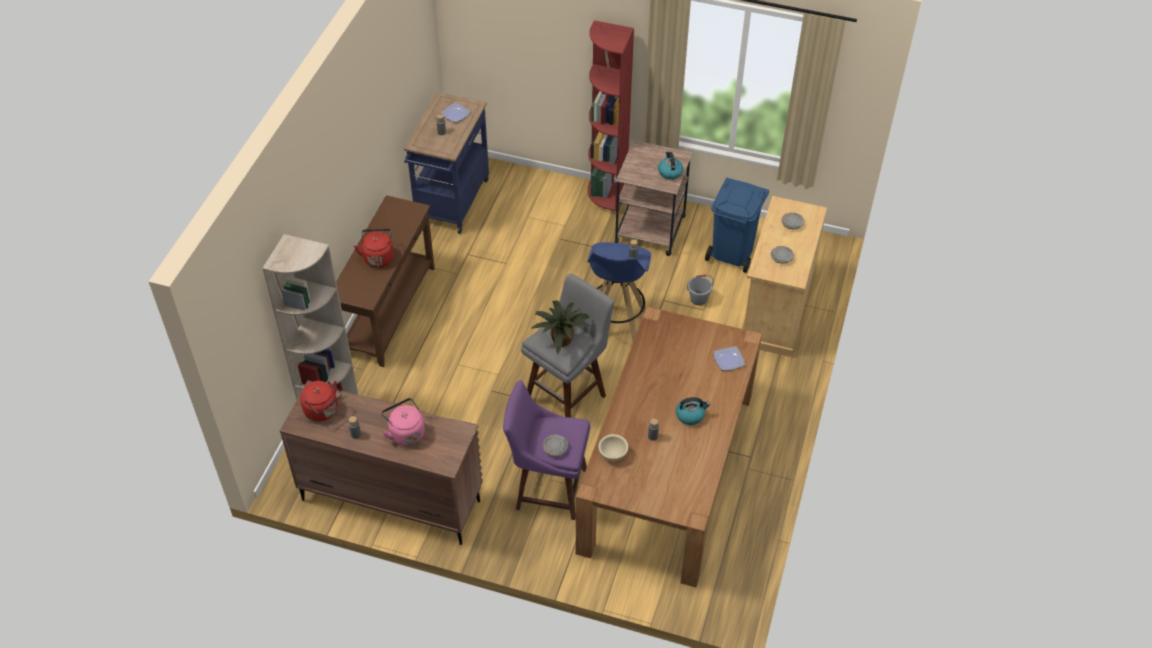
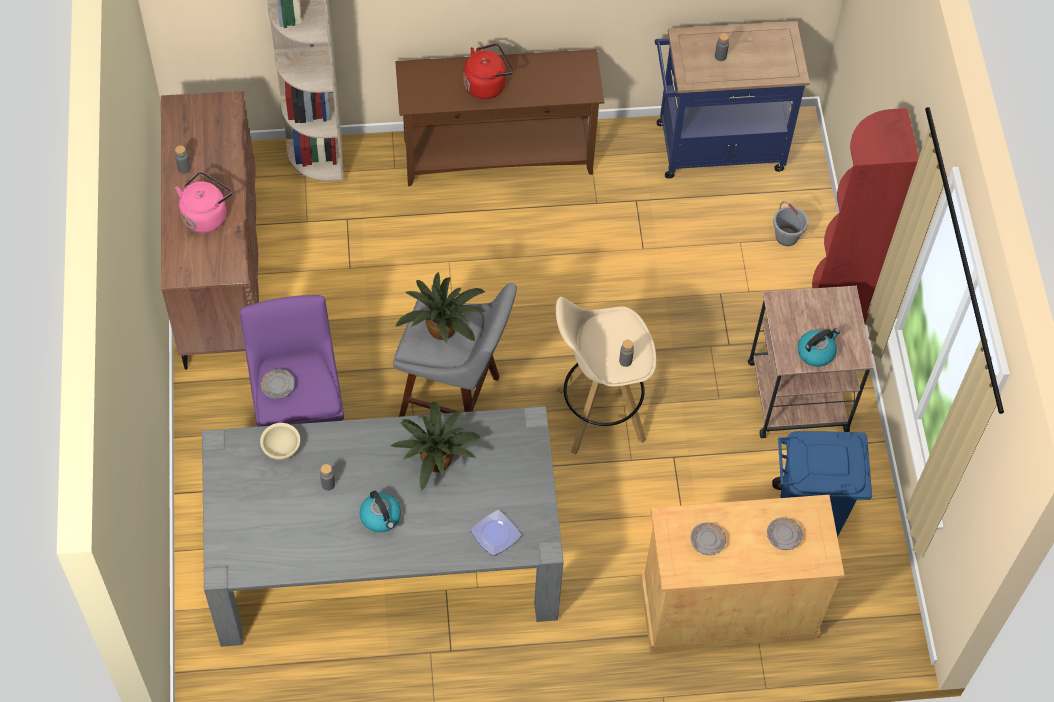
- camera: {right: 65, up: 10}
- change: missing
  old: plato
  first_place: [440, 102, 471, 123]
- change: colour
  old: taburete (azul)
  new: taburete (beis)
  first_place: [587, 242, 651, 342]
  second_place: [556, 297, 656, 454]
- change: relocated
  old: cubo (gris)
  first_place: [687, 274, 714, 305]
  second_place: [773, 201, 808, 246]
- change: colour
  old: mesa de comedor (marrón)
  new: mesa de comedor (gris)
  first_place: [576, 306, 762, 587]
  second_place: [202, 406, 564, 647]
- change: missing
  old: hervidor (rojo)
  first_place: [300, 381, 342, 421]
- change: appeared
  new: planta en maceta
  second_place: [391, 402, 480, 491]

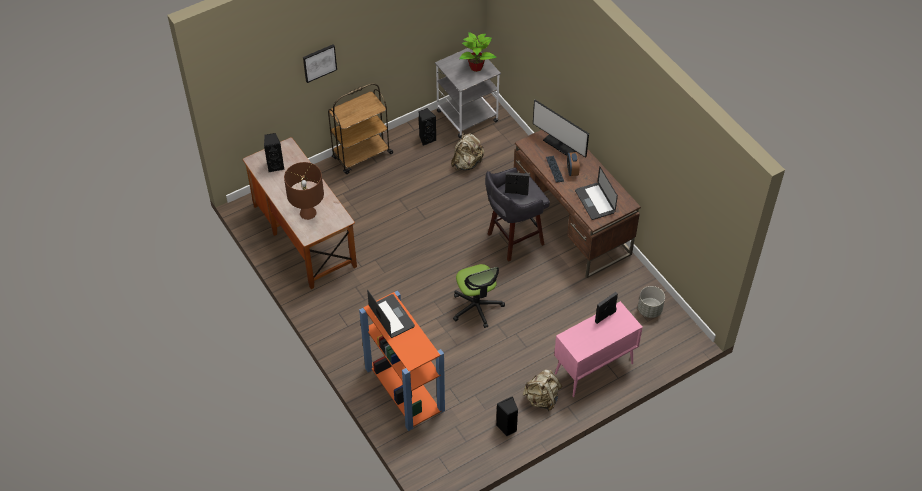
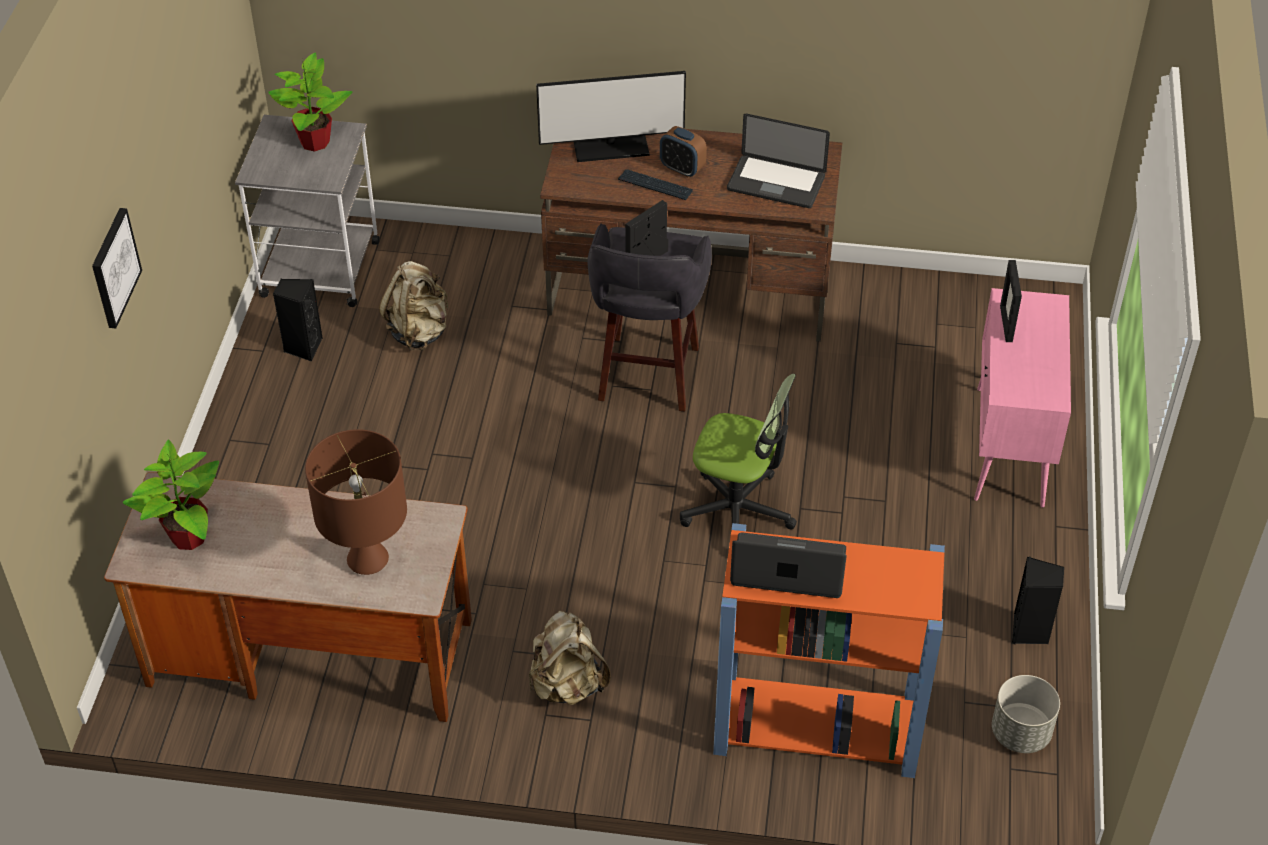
- camera: {right: -50, up: -5}
- change: missing
  old: carrito (marrón)
  first_place: [328, 83, 393, 174]
- change: exchanged
  old: altavoz (negro)
  new: planta en maceta
  first_place: [264, 133, 285, 173]
  second_place: [123, 439, 219, 550]
- change: relocated
  old: maceta (gris)
  first_place: [638, 286, 665, 318]
  second_place: [992, 675, 1060, 753]
- change: relocated
  old: mochila (beis)
  first_place: [523, 370, 562, 411]
  second_place: [529, 610, 611, 705]

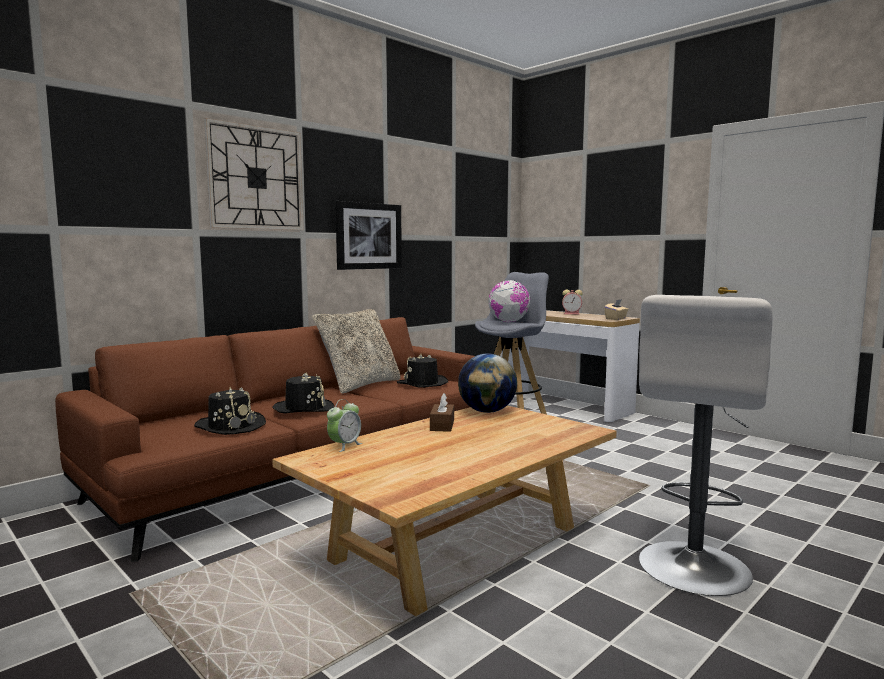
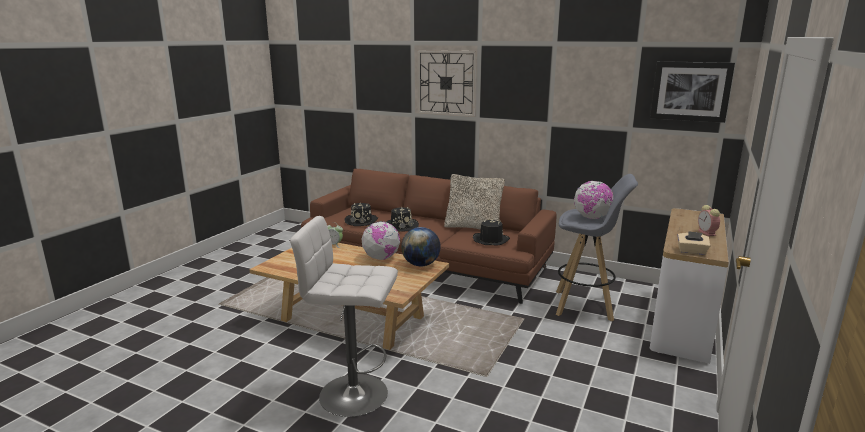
- camera: {right: 70, up: 10}
- change: relocated
  old: cuadro
  first_place: [335, 201, 402, 270]
  second_place: [650, 61, 735, 123]
- change: exchanged
  old: caja de pañuelos (marrón)
  new: globo terráqueo
  first_place: [430, 393, 454, 432]
  second_place: [362, 221, 400, 260]

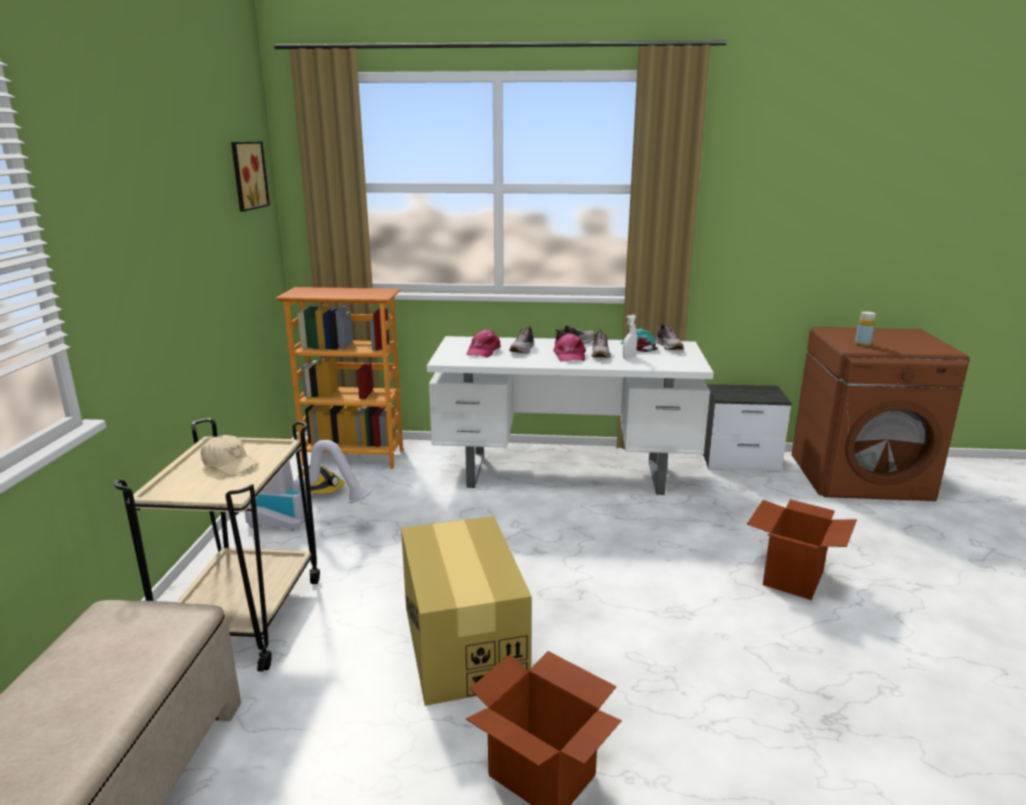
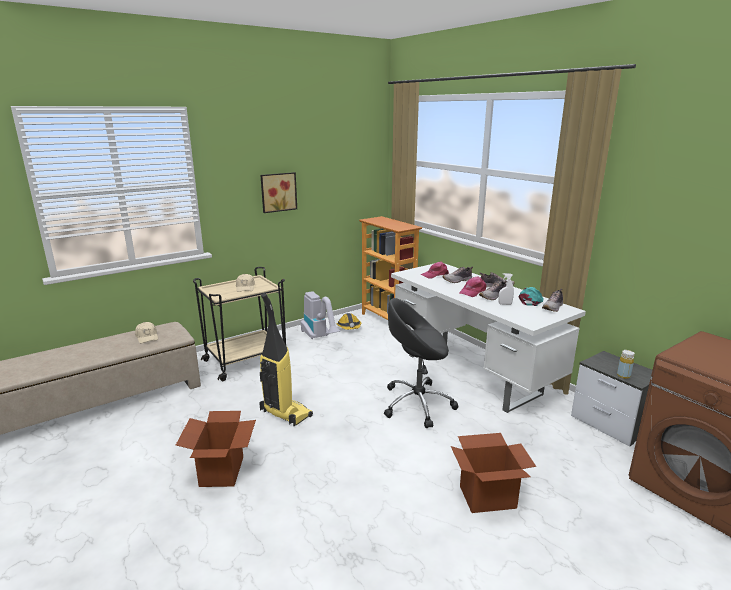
- camera: {right: 50, up: 0}
- change: relocated
  old: cuadro
  first_place: [231, 141, 270, 212]
  second_place: [261, 172, 297, 213]
- change: relocated
  old: botella (amarillo)
  first_place: [855, 311, 876, 346]
  second_place: [617, 350, 635, 379]
- change: exchanged
  old: caja de cartón
  new: aspiradora
  first_place: [401, 516, 532, 706]
  second_place: [259, 293, 313, 426]
- change: appeared
  new: silla de oficina (negro)
  second_place: [384, 298, 458, 428]
- change: appeared
  new: gorra (beis)
  second_place: [135, 322, 158, 343]

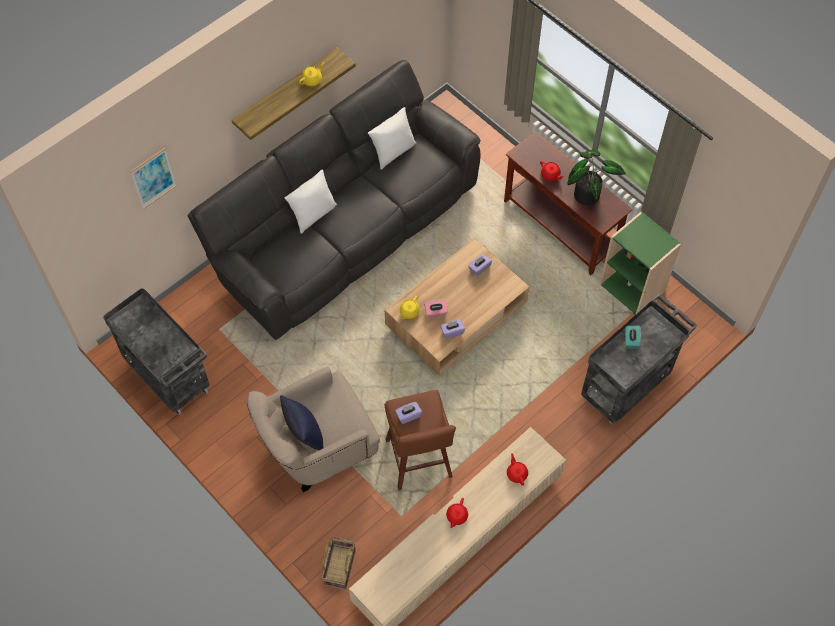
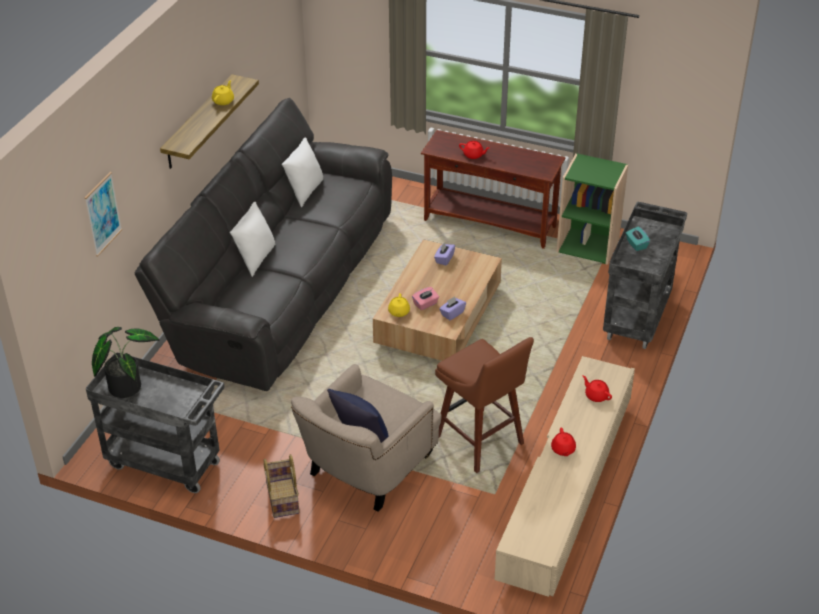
- camera: {right: -25, up: -20}
- change: relocated
  old: planta en maceta
  first_place: [567, 150, 625, 206]
  second_place: [92, 327, 160, 398]
- change: missing
  old: caja de pañuelos (morado)
  first_place: [395, 402, 422, 424]
- change: relocated
  old: cesta
  first_place: [321, 537, 356, 590]
  second_place: [264, 454, 299, 518]

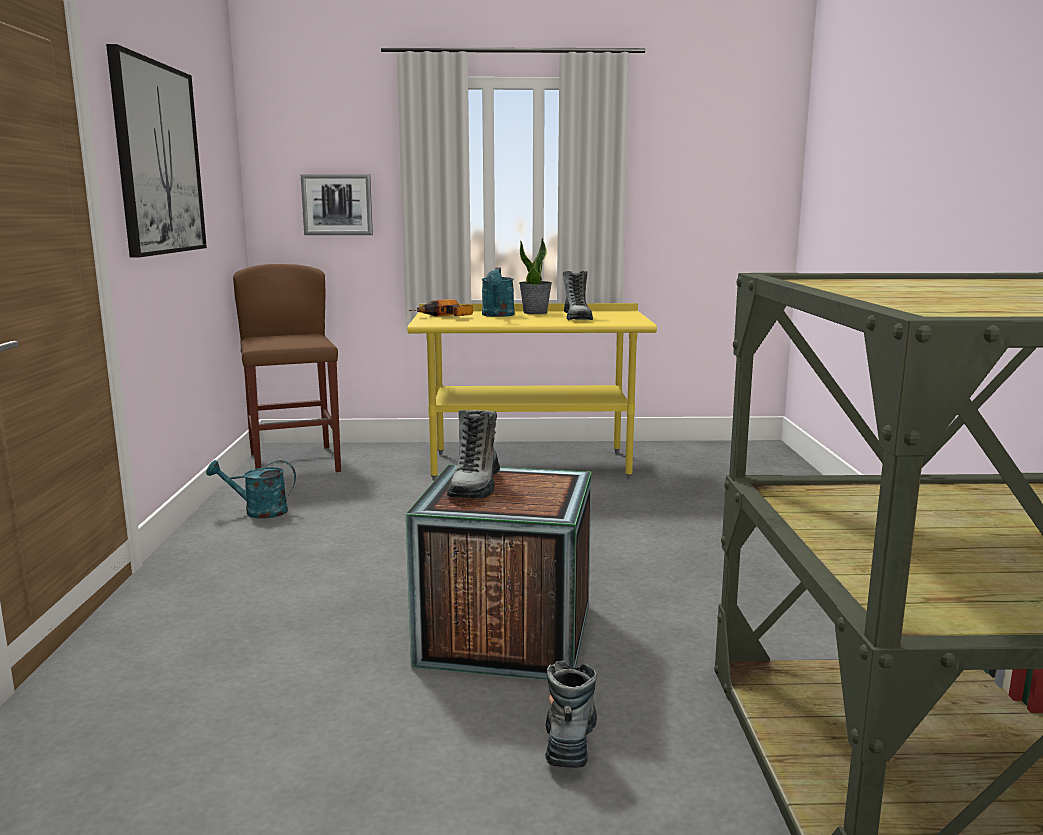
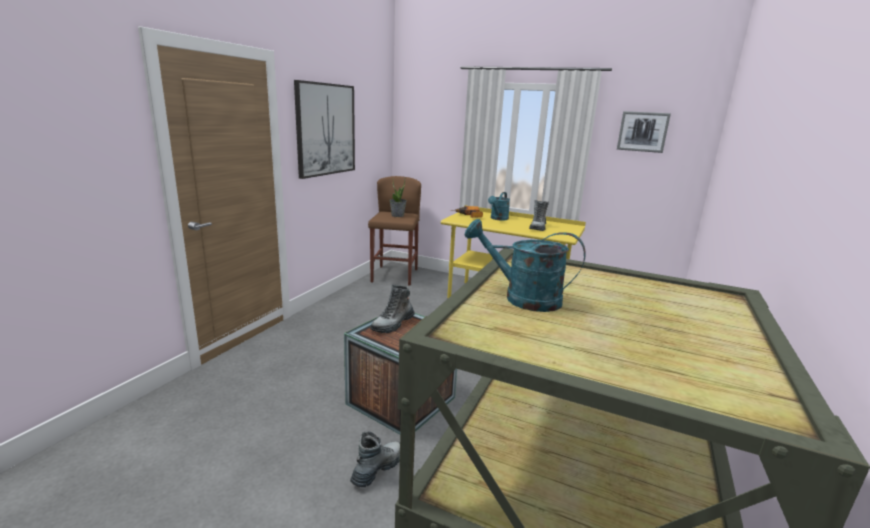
- camera: {right: 25, up: 5}
- change: relocated
  old: cuadro
  first_place: [301, 174, 373, 235]
  second_place: [617, 111, 671, 153]
- change: relocated
  old: planta en maceta
  first_place: [519, 238, 552, 314]
  second_place: [389, 179, 406, 217]
- change: relocated
  old: regadera (turquesa)
  first_place: [206, 460, 296, 518]
  second_place: [465, 219, 586, 312]

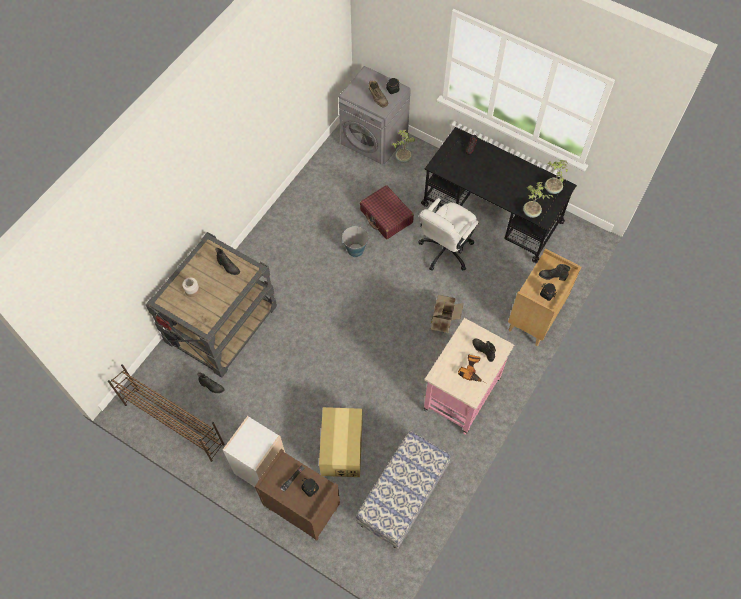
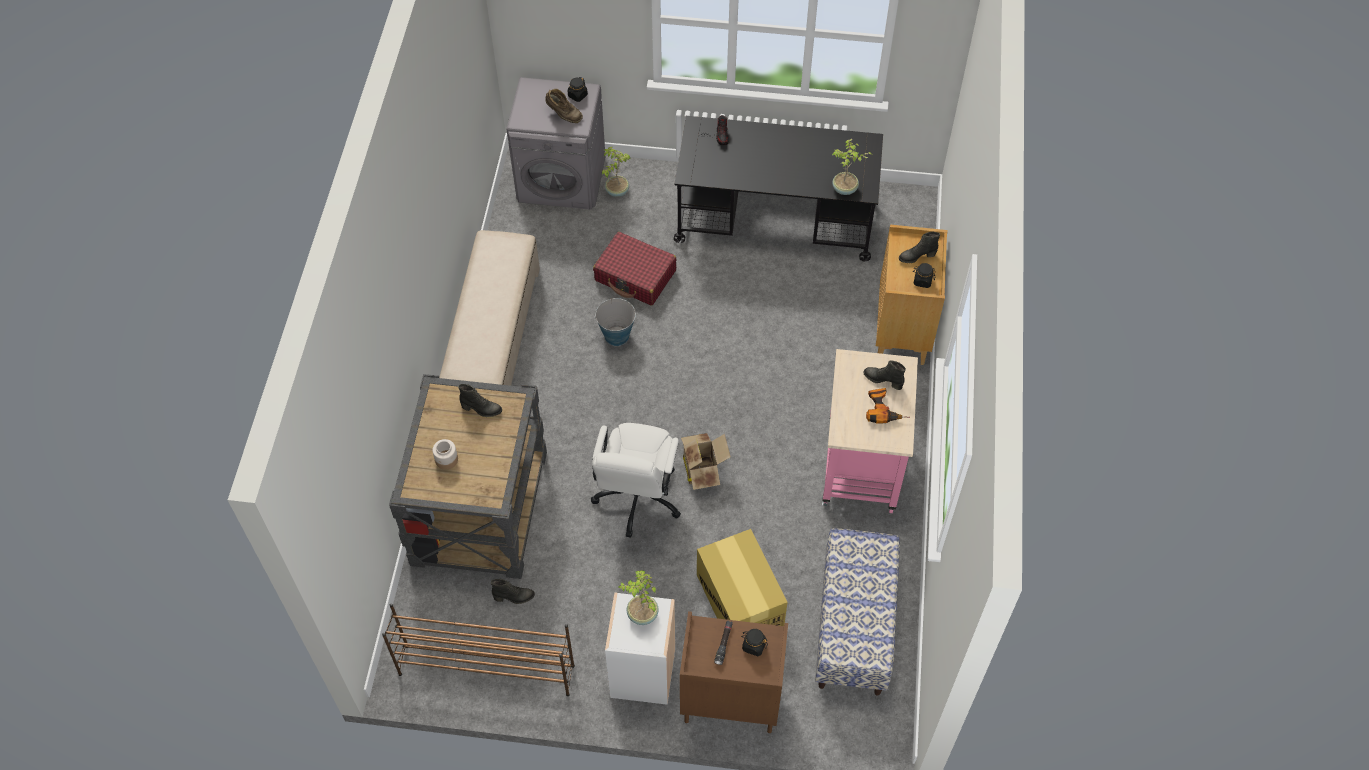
- camera: {right: -25, up: -5}
- change: relocated
  old: planta en maceta
  first_place: [545, 160, 568, 194]
  second_place: [619, 570, 659, 625]
- change: relocated
  old: silla de oficina (blanco)
  first_place: [419, 198, 479, 271]
  second_place: [591, 423, 681, 538]
- change: relocated
  old: caja de cartón
  first_place: [431, 295, 464, 333]
  second_place: [681, 433, 731, 490]
- change: appeared
  new: banco (beis)
  second_place: [439, 230, 540, 386]

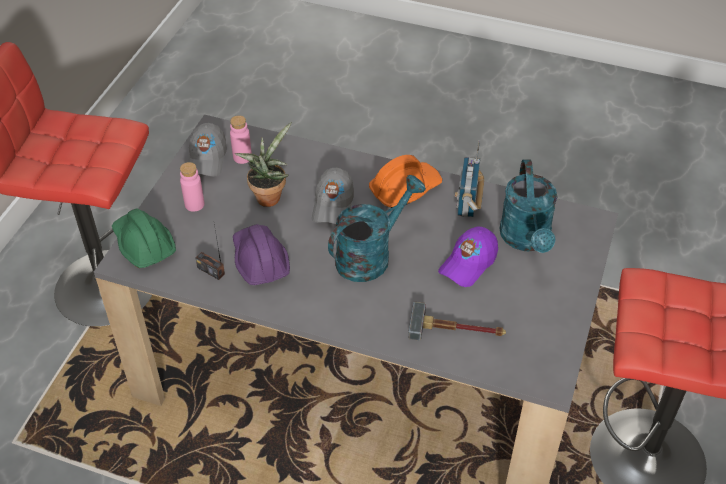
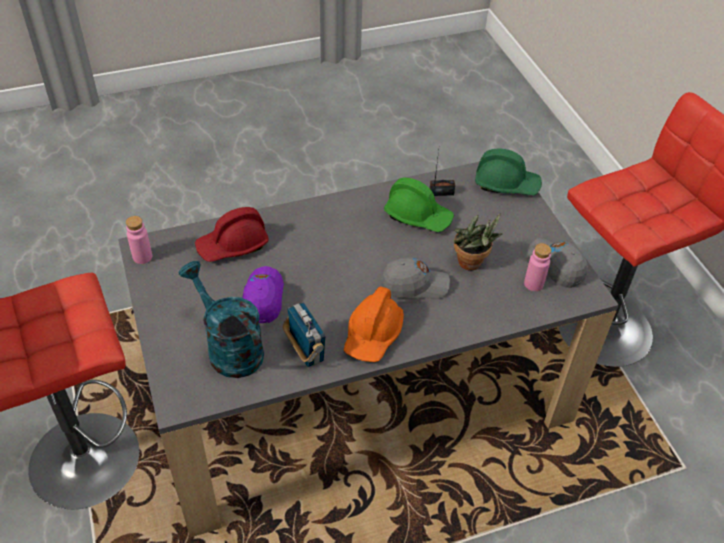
- camera: {right: 140, up: 0}
- change: relocated
  old: botella (rosa)
  first_place: [180, 162, 205, 212]
  second_place: [126, 216, 152, 264]
- change: spun
  old: gorra (gris)
  first_place: [312, 168, 354, 224]
  second_place: [382, 257, 450, 300]
  degrees: 120
- change: missing
  old: regadera (turquesa)
  first_place: [328, 175, 426, 282]
- change: colour
  old: casco (morado)
  new: casco (verde)
  first_place: [233, 224, 290, 285]
  second_place: [384, 178, 454, 232]
- change: exchanged
  old: martillo
  new: casco (rojo)
  first_place: [408, 302, 506, 341]
  second_place: [195, 207, 269, 262]

